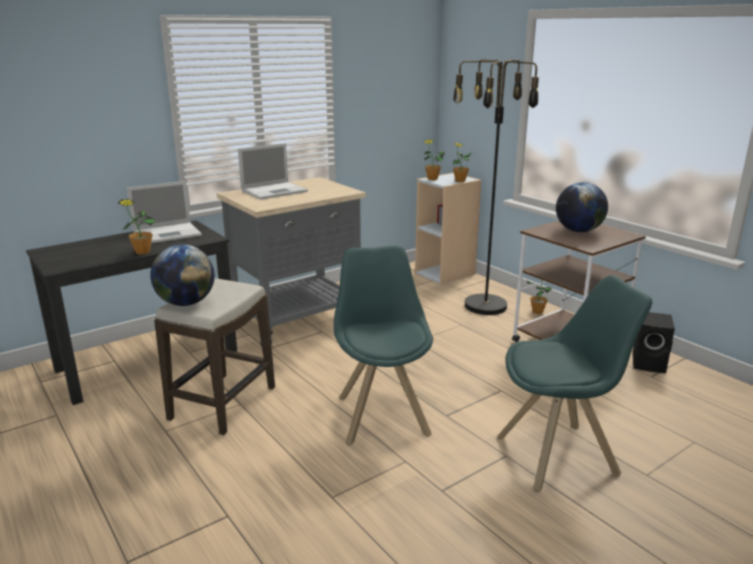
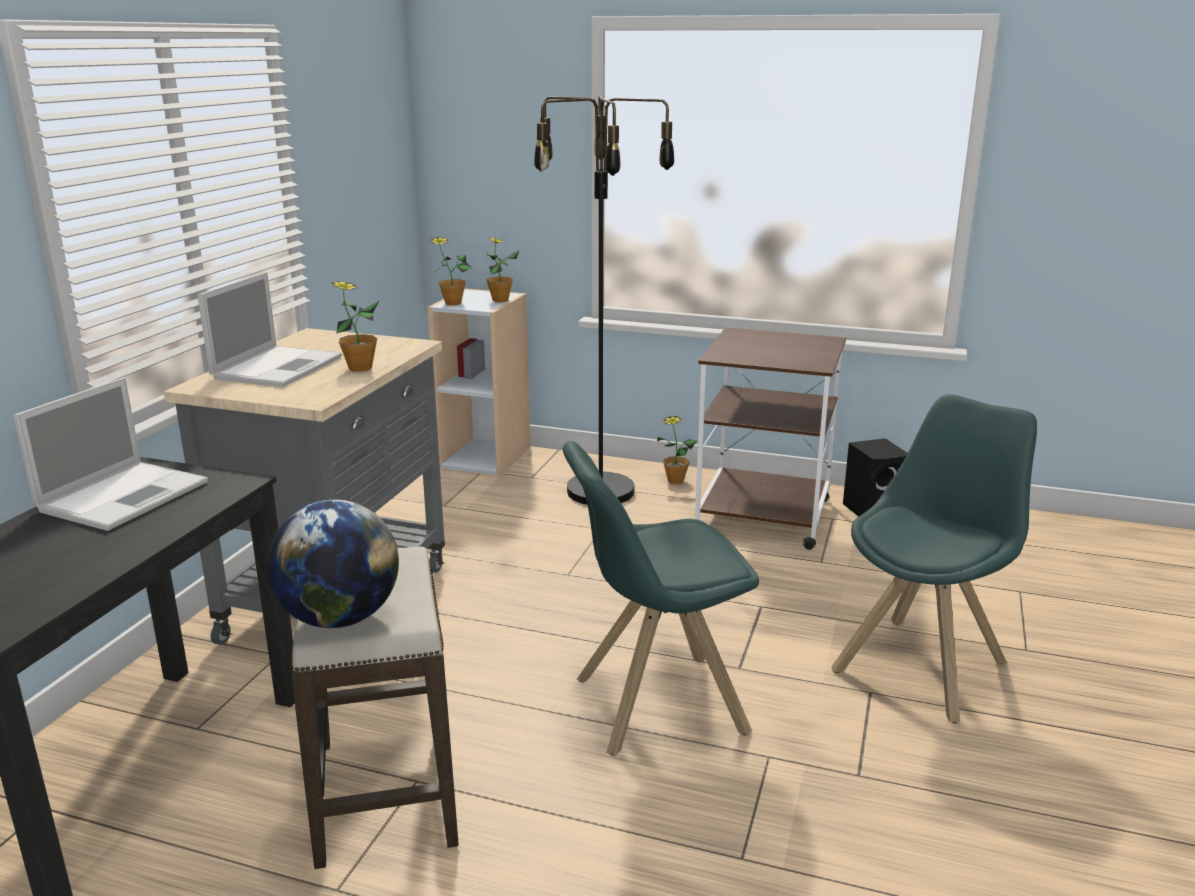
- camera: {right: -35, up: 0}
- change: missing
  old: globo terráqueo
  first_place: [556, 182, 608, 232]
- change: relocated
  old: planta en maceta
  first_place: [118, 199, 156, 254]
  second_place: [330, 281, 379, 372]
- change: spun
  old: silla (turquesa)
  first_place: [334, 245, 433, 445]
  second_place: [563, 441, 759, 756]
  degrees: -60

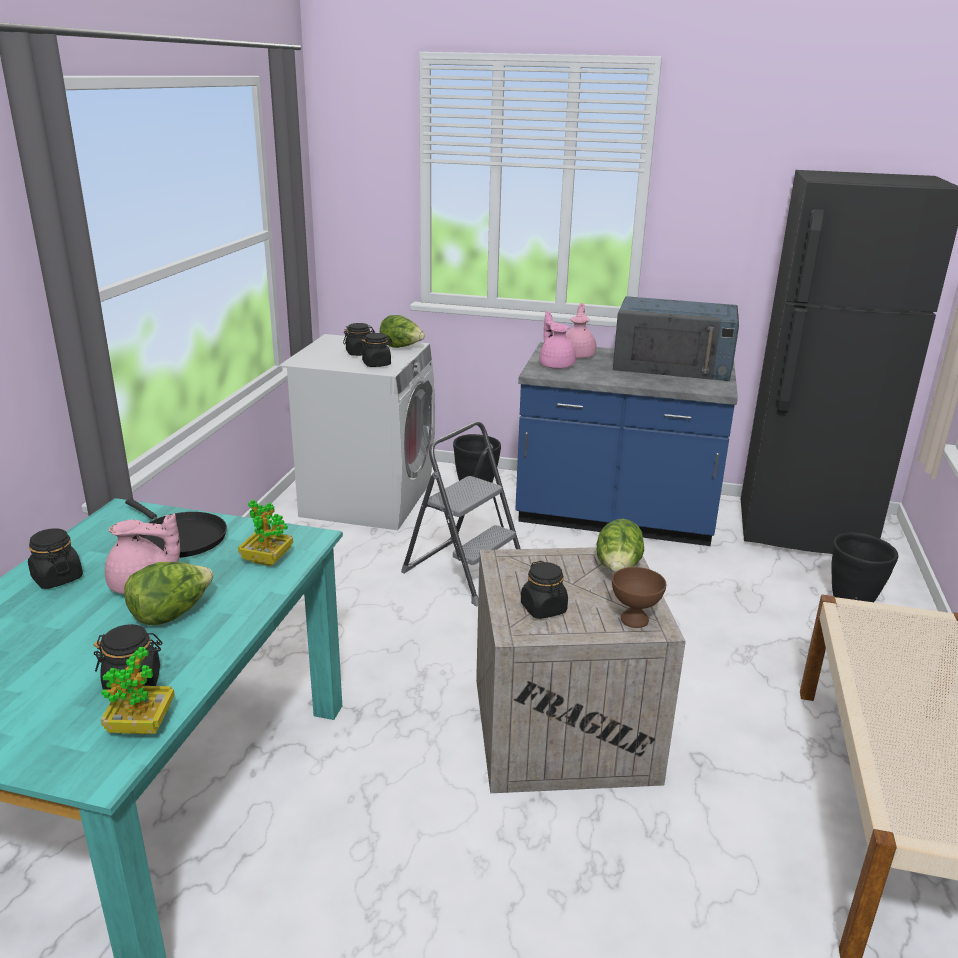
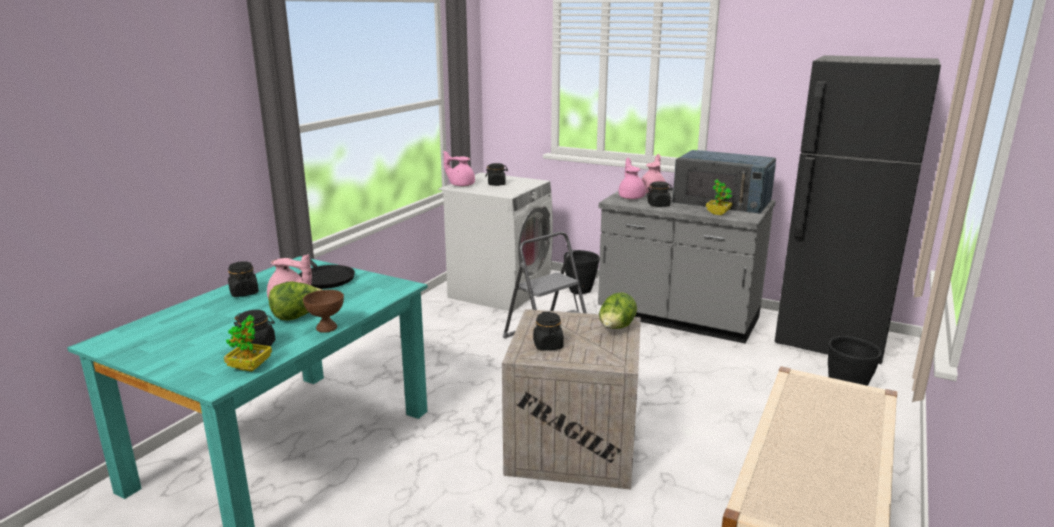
- camera: {right: 15, up: -5}
- change: missing
  old: lechuga
  first_place: [380, 315, 425, 348]
- change: relocated
  old: tarro (negro)
  first_place: [360, 333, 393, 367]
  second_place: [647, 181, 673, 207]
- change: colour
  old: mueble bajo de cocina (azul)
  new: mueble bajo de cocina (gris)
  first_place: [515, 342, 738, 546]
  second_place: [598, 188, 776, 344]
- change: relocated
  old: planta en maceta
  first_place: [238, 500, 293, 566]
  second_place: [706, 179, 732, 215]
- change: relocated
  old: cuenco (marrón)
  first_place: [612, 567, 666, 628]
  second_place: [303, 290, 344, 333]
- change: appeared
  new: tetera (rosa)
  second_place: [443, 151, 475, 186]

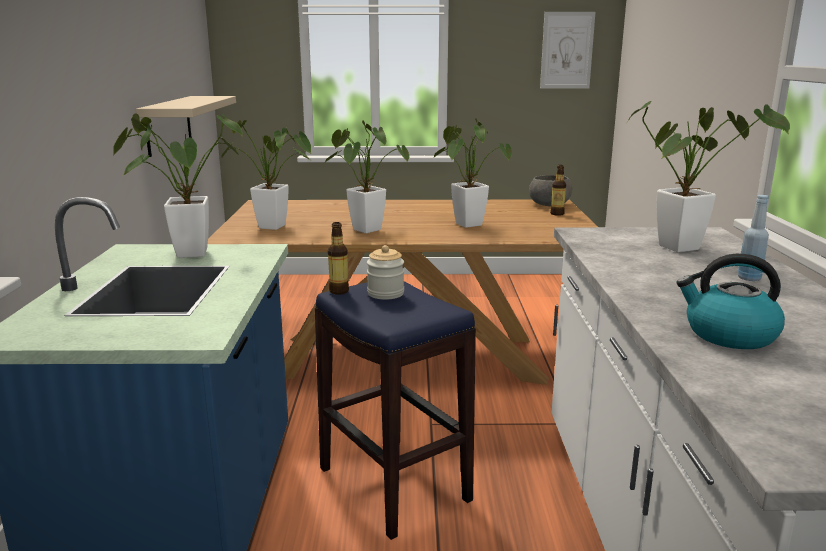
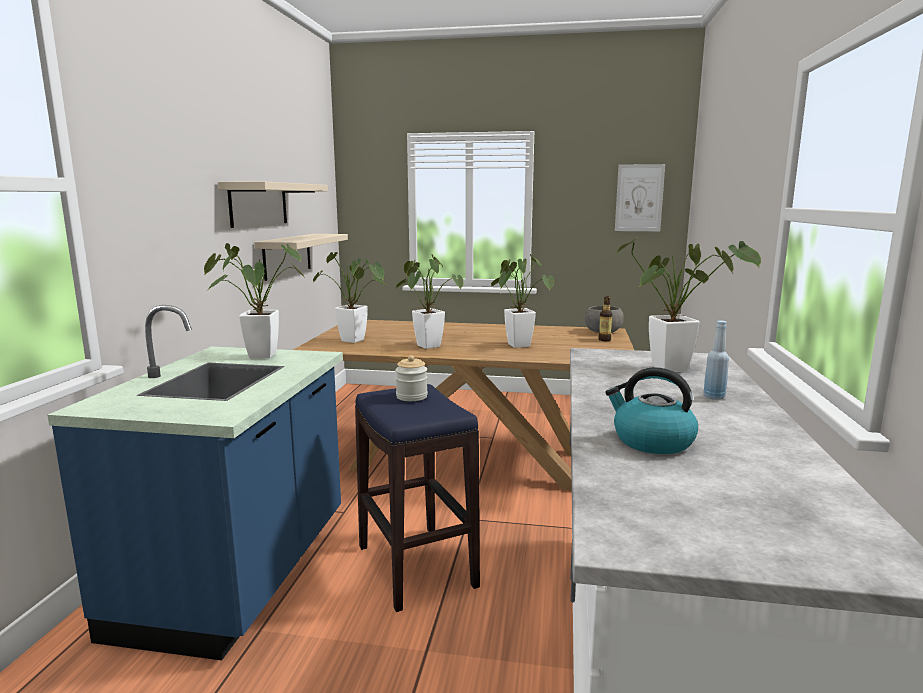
- camera: {right: 10, up: -5}
- change: missing
  old: botella
  first_place: [328, 222, 349, 295]
- change: appeared
  new: estante (beis)
  second_place: [218, 181, 328, 228]

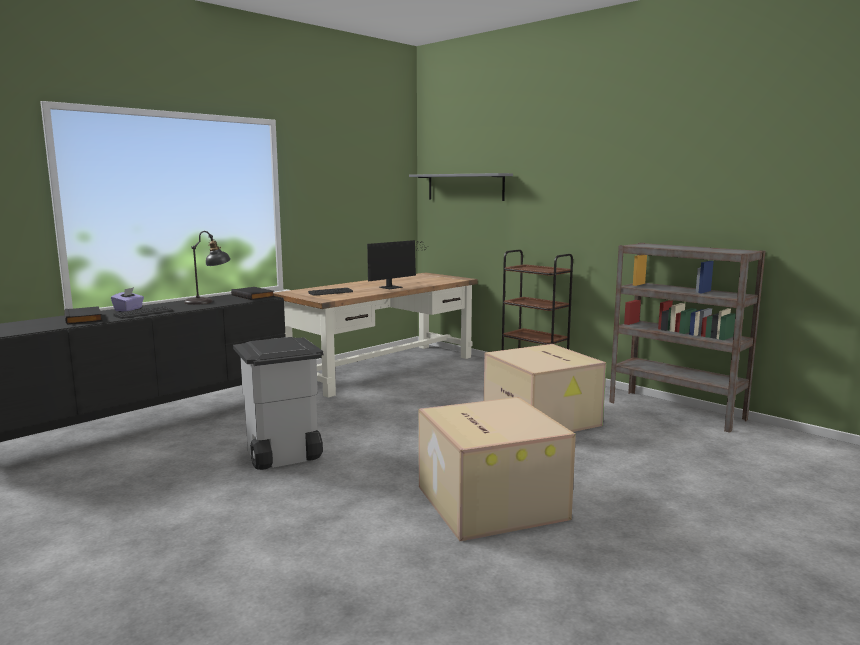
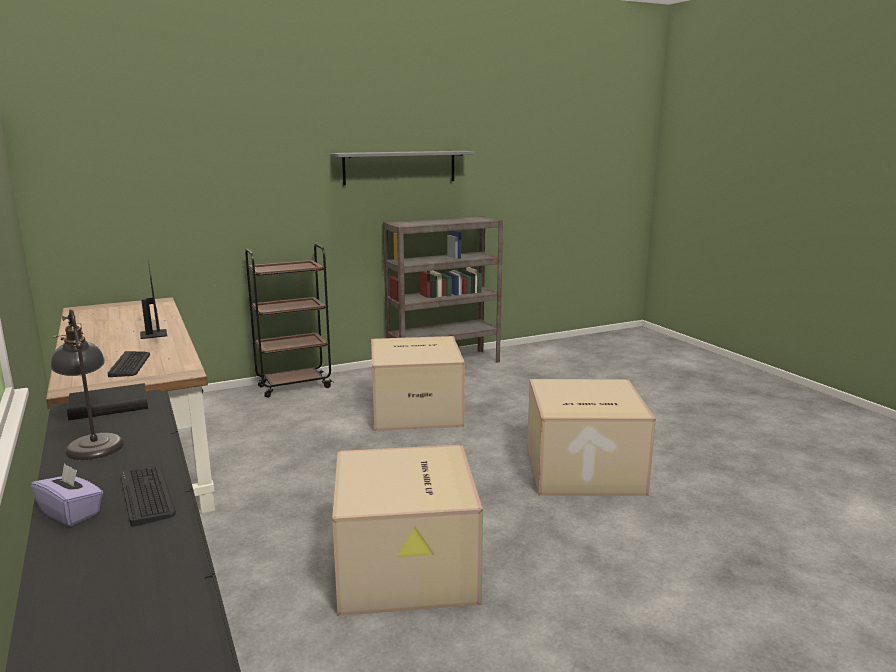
- camera: {right: -70, up: 5}
- change: relocated
  old: estante (gris)
  first_place: [409, 173, 513, 201]
  second_place: [330, 151, 475, 185]
- change: missing
  old: libro (negro)
  first_place: [64, 306, 103, 325]
- change: exchanged
  old: papelera (gris)
  new: caja de cartón
  first_place: [233, 337, 323, 470]
  second_place: [332, 445, 483, 616]

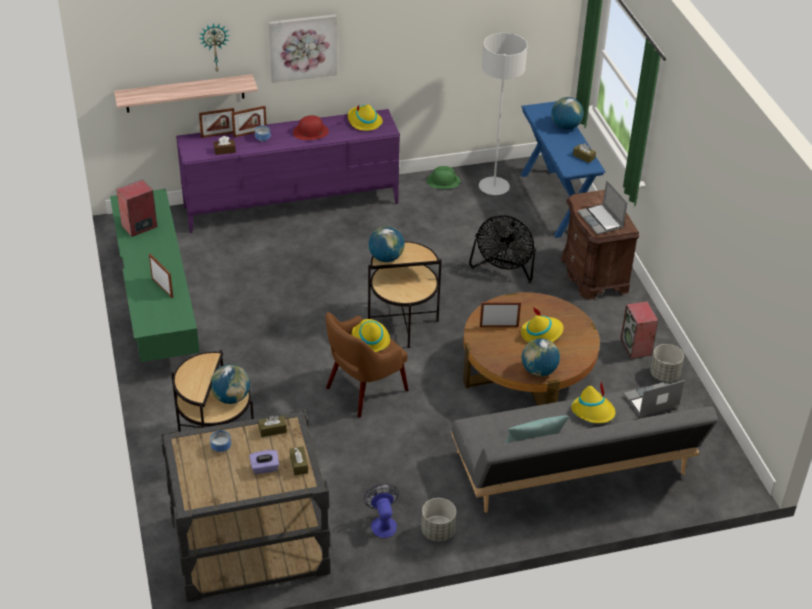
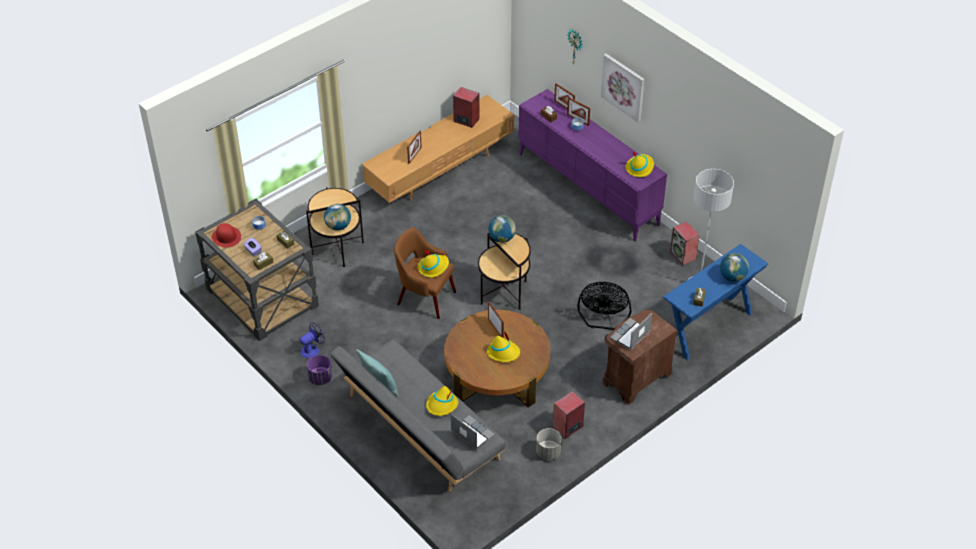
- camera: {right: 65, up: 5}
- change: missing
  old: estante
  first_place: [114, 74, 258, 113]
- change: relocated
  old: sombrero (rojo)
  first_place: [293, 115, 329, 140]
  second_place: [212, 223, 241, 247]
- change: exchanged
  old: sombrero (verde)
  new: altavoz
  first_place: [427, 166, 460, 189]
  second_place: [670, 221, 700, 266]
- change: colour
  old: mueble de televisión (verde)
  new: mueble de televisión (marrón)
  first_place: [110, 189, 199, 362]
  second_place: [362, 95, 514, 203]
- change: spun
  old: ventilador (negro)
  first_place: [469, 215, 536, 283]
  second_place: [577, 282, 632, 337]
  degrees: 105
- change: missing
  old: globo terráqueo
  first_place: [522, 338, 560, 376]
- change: colour
  old: maceta (gris)
  new: maceta (morado)
  first_place: [421, 498, 457, 542]
  second_place: [307, 355, 332, 385]

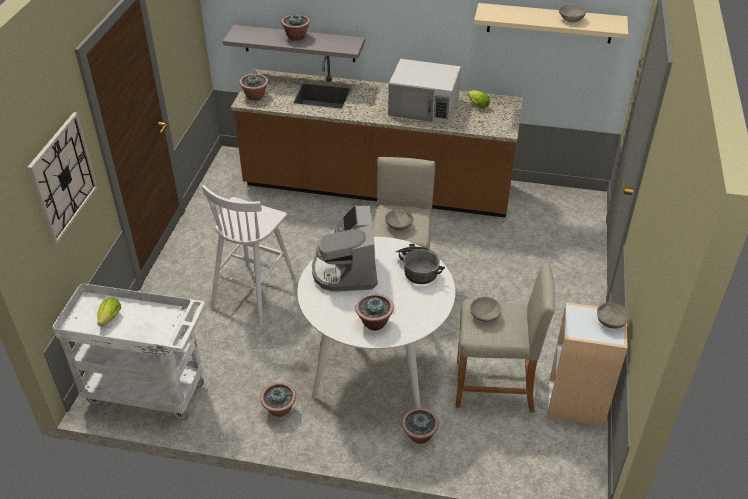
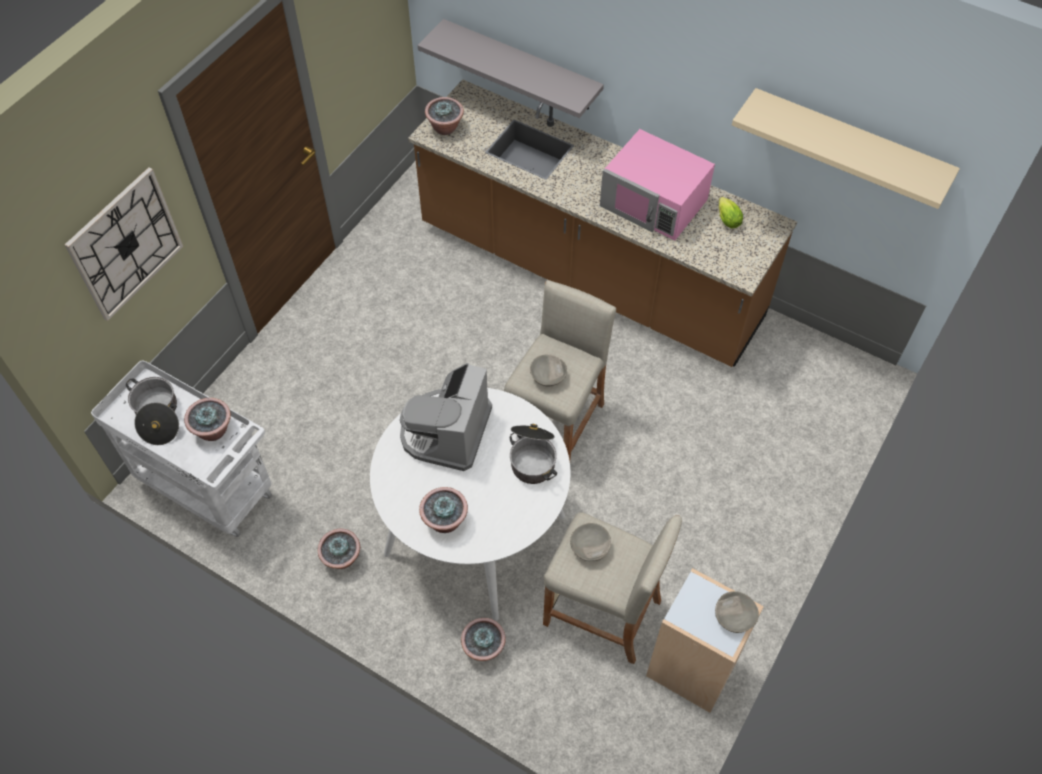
- camera: {right: 20, up: 15}
- change: missing
  old: cuenco (gris)
  first_place: [559, 5, 587, 22]
- change: relocated
  old: planta en maceta
  first_place: [281, 14, 310, 41]
  second_place: [184, 398, 231, 441]
- change: colour
  old: microondas (blanco)
  new: microondas (rosa)
  first_place: [388, 59, 461, 123]
  second_place: [600, 129, 715, 241]
- change: missing
  old: taburete (blanco)
  first_place: [202, 185, 296, 326]
- change: exchanged
  old: lechuga
  new: olla
  first_place: [97, 297, 121, 326]
  second_place: [126, 377, 179, 445]

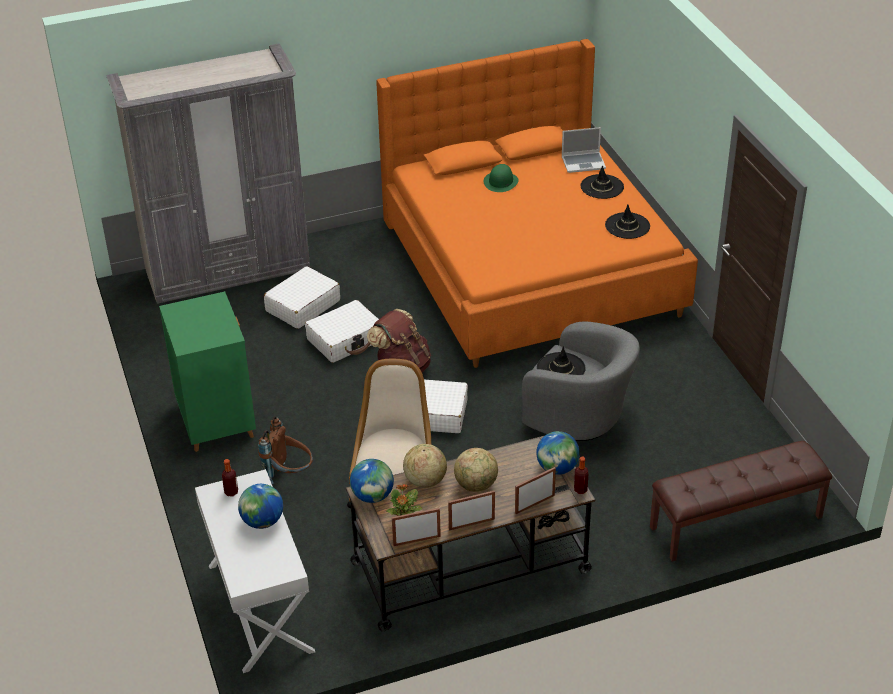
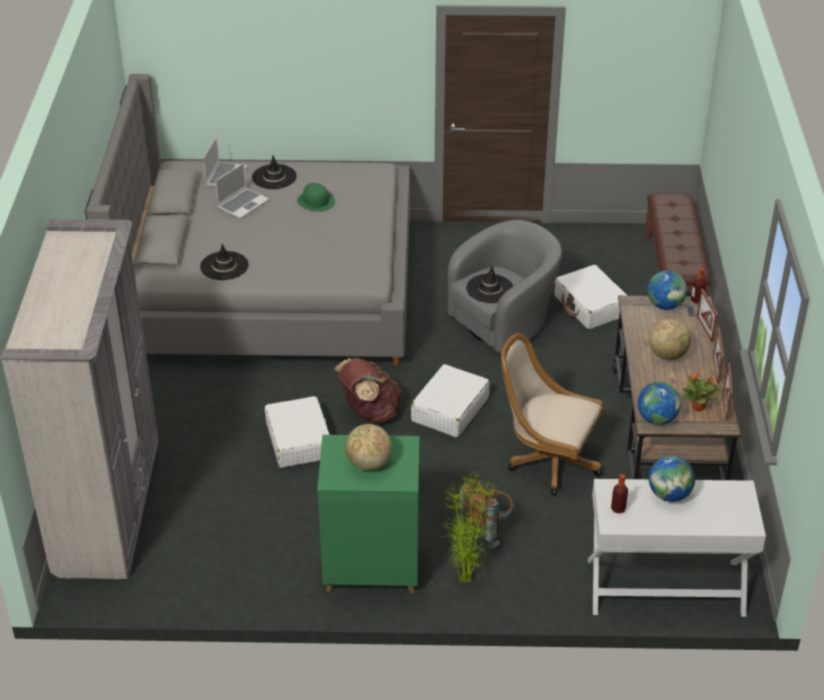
- camera: {right: -70, up: 0}
- change: colour
  old: cama (naranja)
  new: cama (gris)
  first_place: [376, 39, 698, 368]
  second_place: [85, 74, 410, 366]
- change: relocated
  old: sombrero (verde)
  first_place: [484, 164, 519, 192]
  second_place: [297, 183, 335, 212]
- change: relocated
  old: sombrero (negro)
  first_place: [605, 205, 650, 239]
  second_place: [200, 243, 249, 280]
- change: relocated
  old: maleta (blanco)
  first_place: [264, 266, 340, 329]
  second_place: [554, 265, 627, 330]
- change: relocated
  old: globo terráqueo
  first_place: [403, 444, 447, 488]
  second_place: [345, 424, 392, 470]
- change: appeared
  new: portátil
  second_place: [215, 162, 269, 219]
- change: appeared
  new: planta en maceta
  second_place: [440, 471, 499, 583]

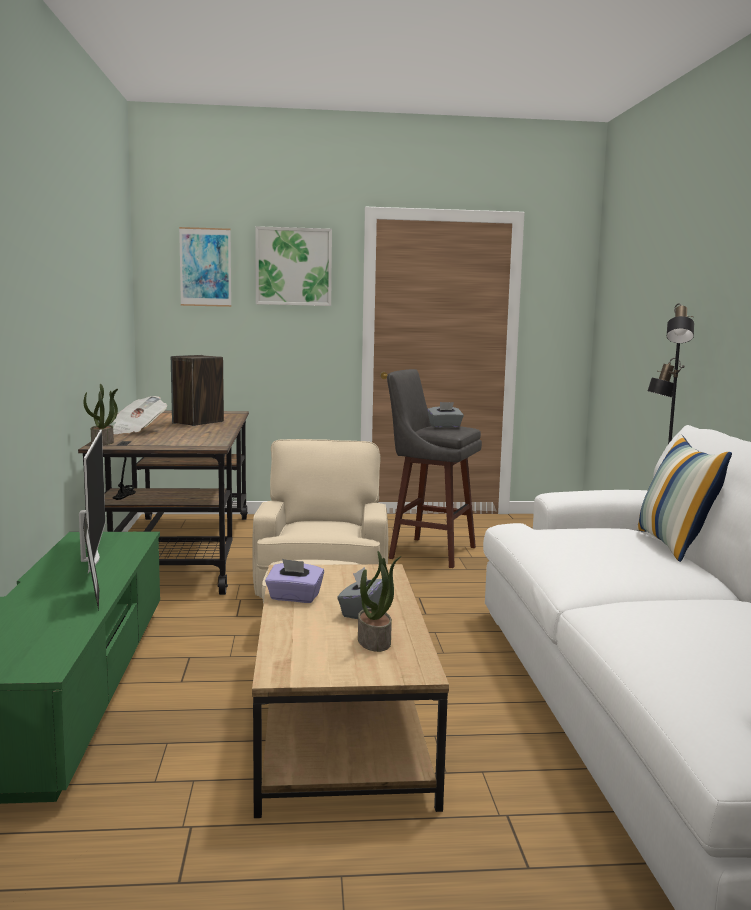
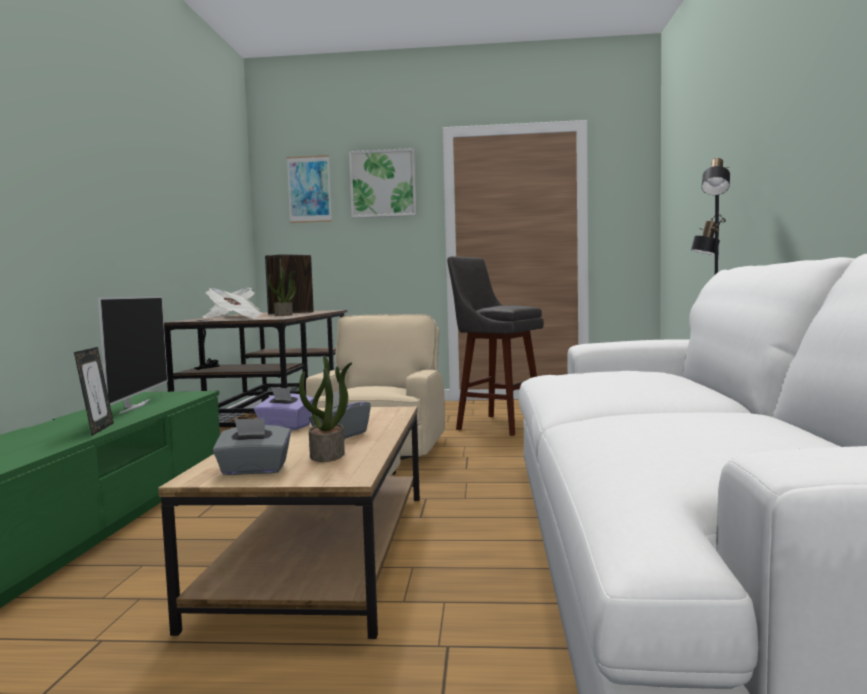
- camera: {right: 10, up: -5}
- change: relocated
  old: planta en maceta
  first_place: [83, 384, 118, 445]
  second_place: [268, 267, 296, 316]
- change: relocated
  old: caja de pañuelos (gris)
  first_place: [427, 402, 464, 428]
  second_place: [213, 418, 291, 475]
- change: missing
  old: cojín
  first_place: [637, 434, 732, 562]
- change: appeared
  new: periódico
  second_place: [206, 288, 264, 318]

